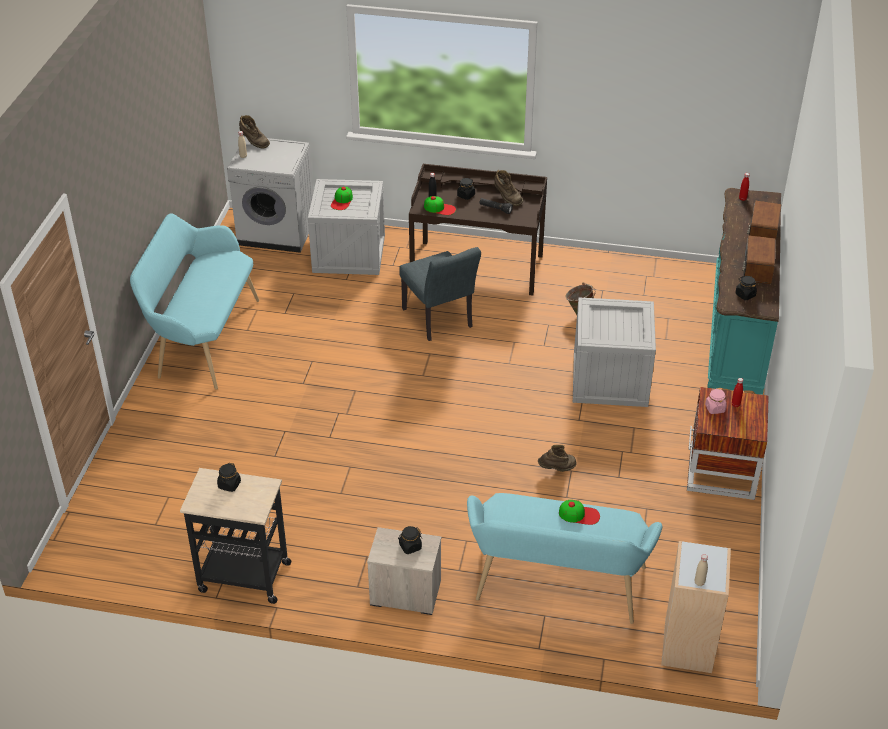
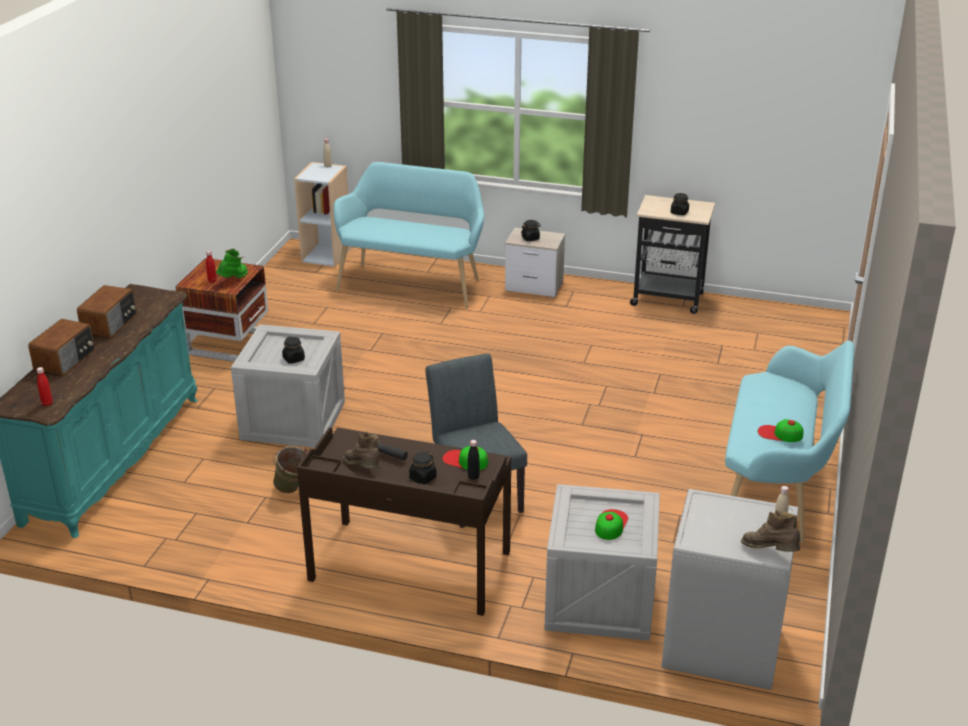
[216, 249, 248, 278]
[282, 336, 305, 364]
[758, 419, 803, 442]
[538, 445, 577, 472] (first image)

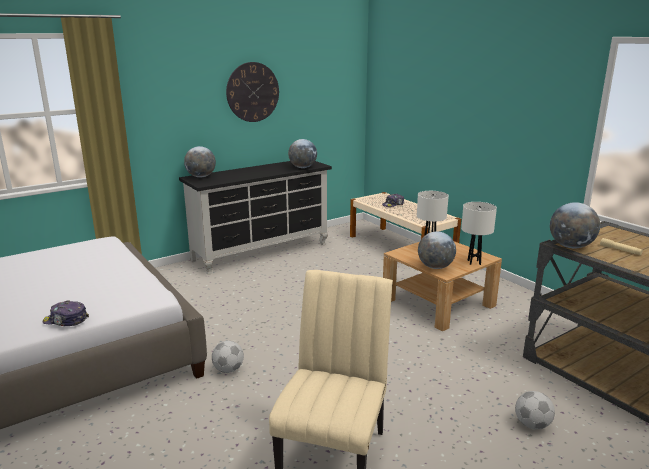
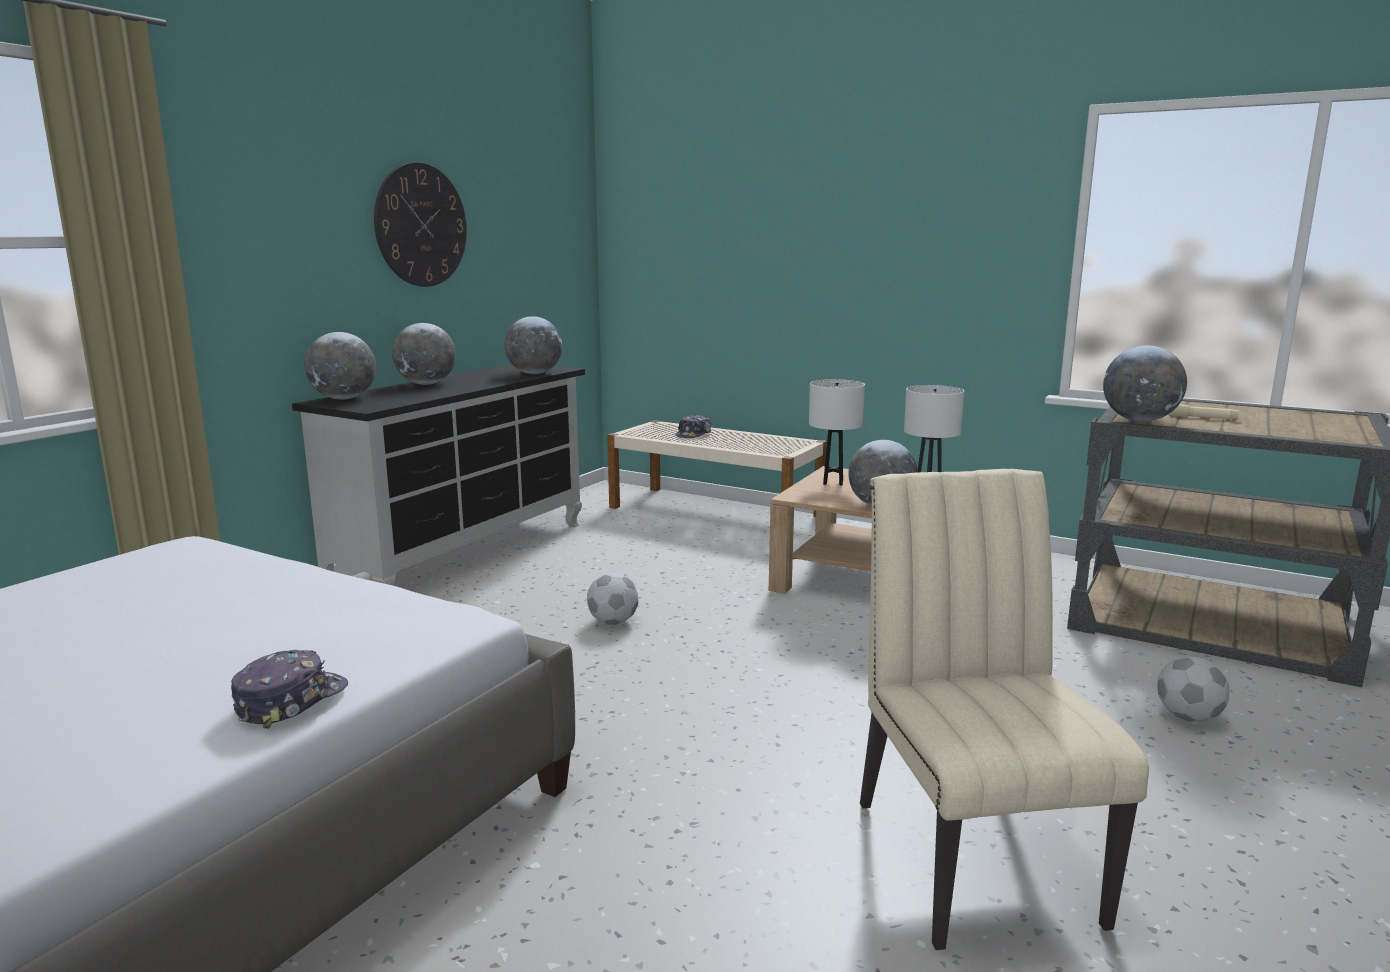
[231, 650, 348, 729]
[392, 323, 456, 385]
[587, 573, 638, 625]

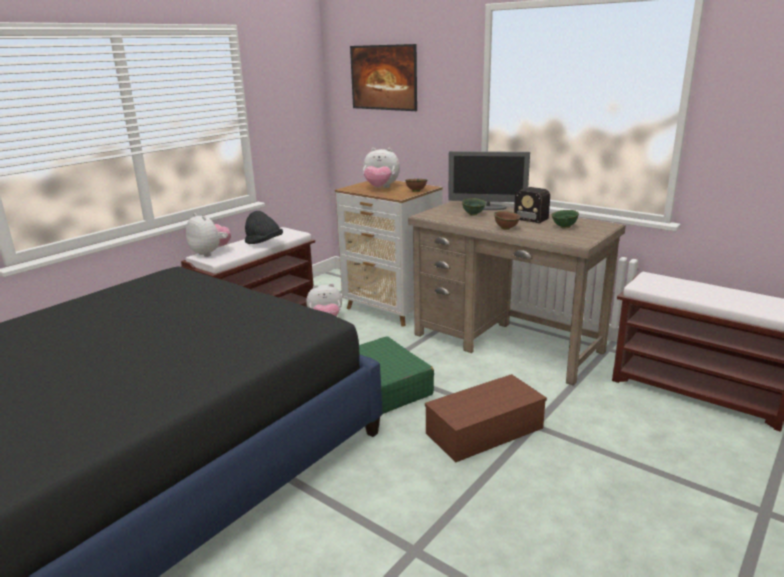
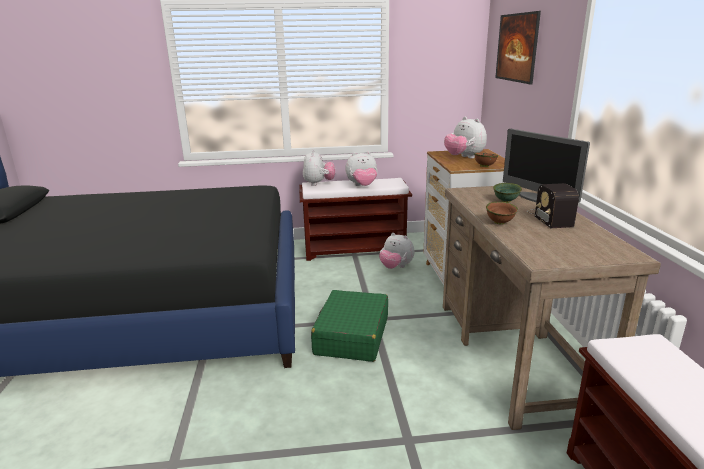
[345, 151, 377, 186]
[425, 374, 547, 463] (first image)
[552, 210, 579, 229] (first image)

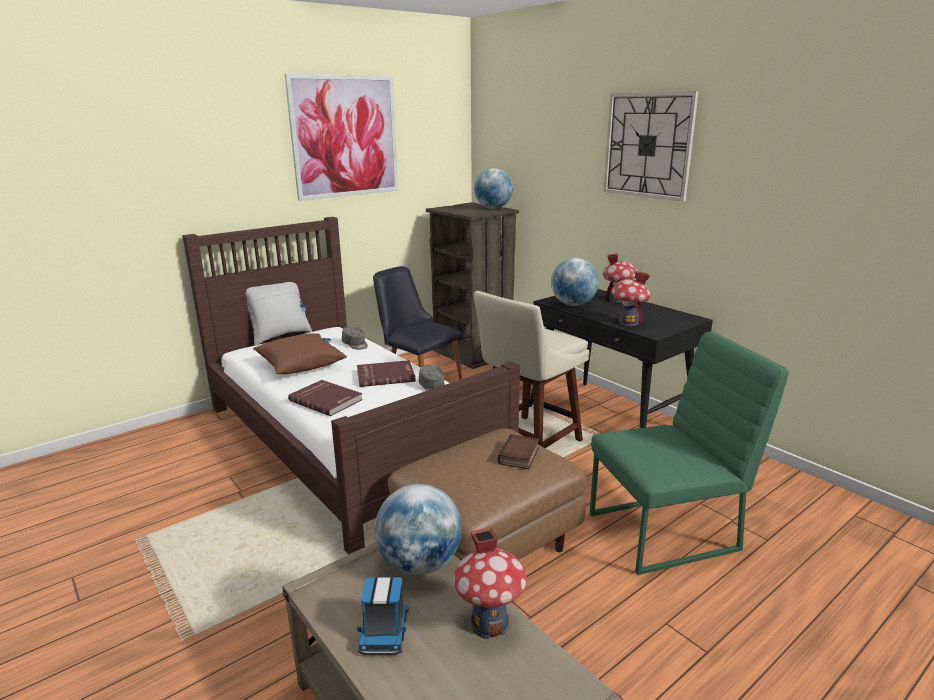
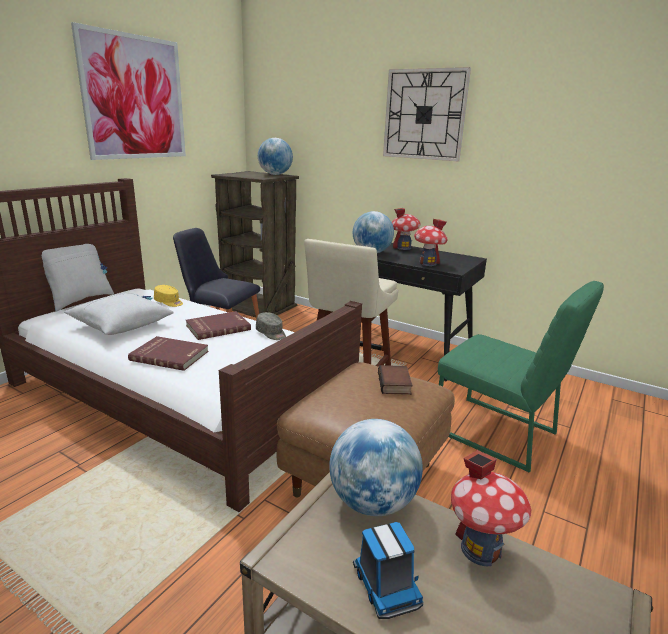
[64, 293, 174, 335]
[154, 285, 183, 307]
[438, 281, 604, 473]

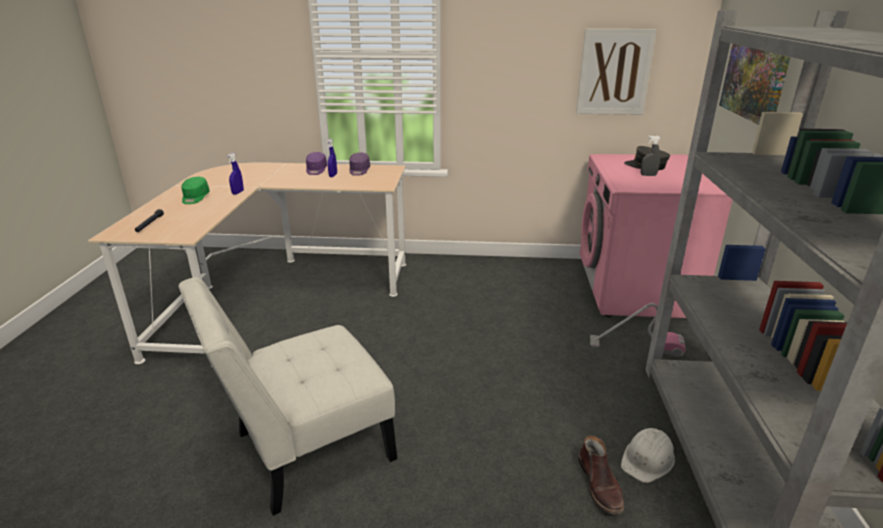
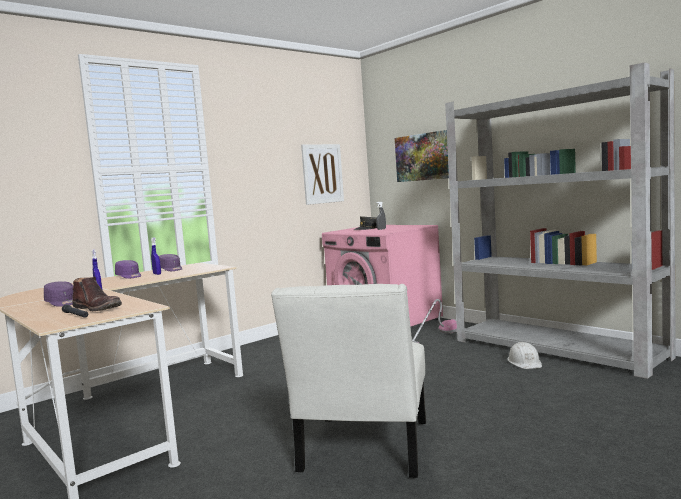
[44, 281, 73, 307]
[72, 277, 122, 311]

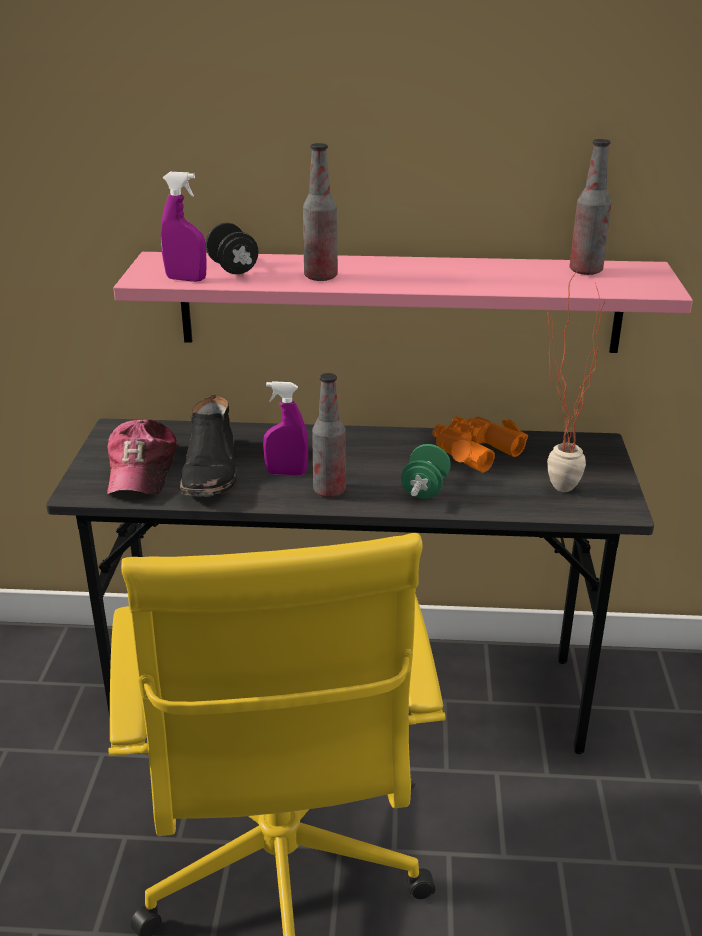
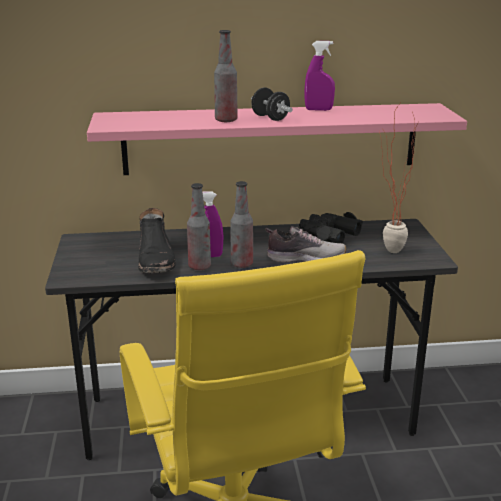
[187, 183, 211, 270]
[251, 87, 292, 121]
[265, 226, 346, 262]
[299, 212, 363, 244]
[305, 41, 335, 111]
[107, 419, 177, 495] (first image)

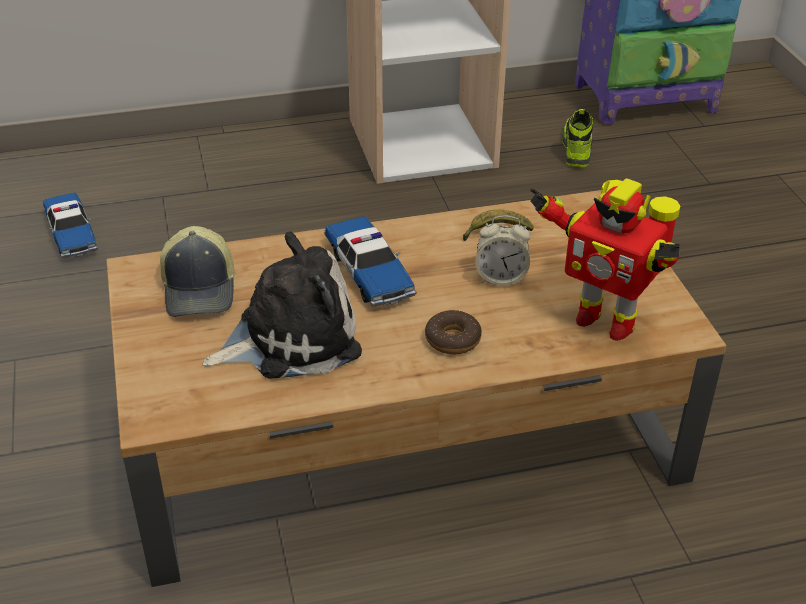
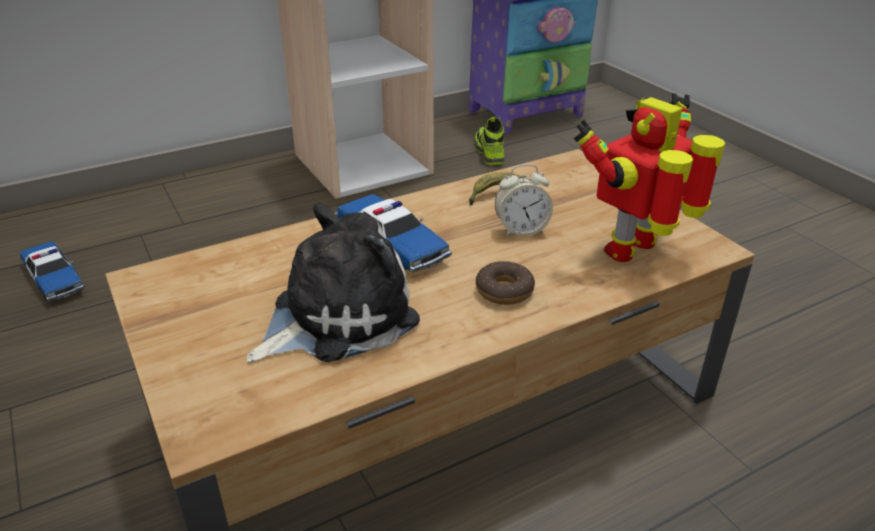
[574, 93, 725, 262]
[160, 226, 235, 317] (first image)

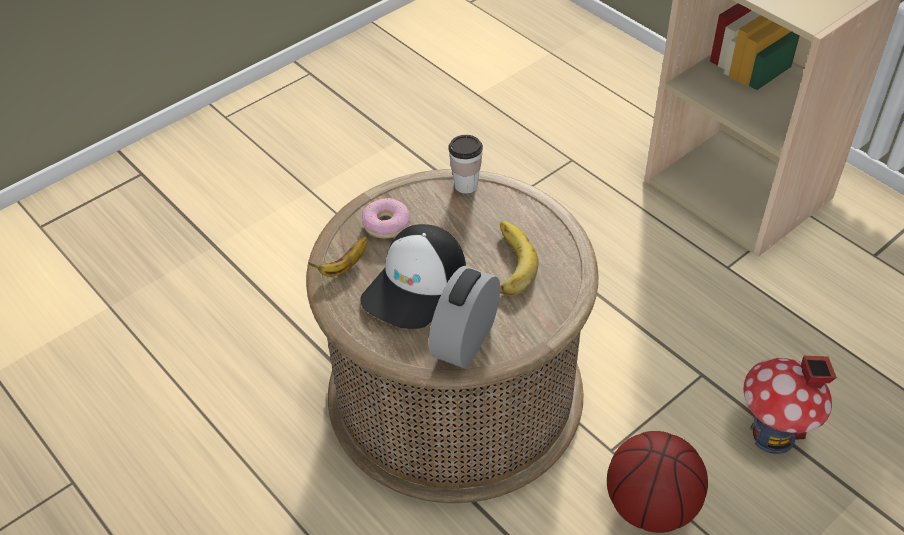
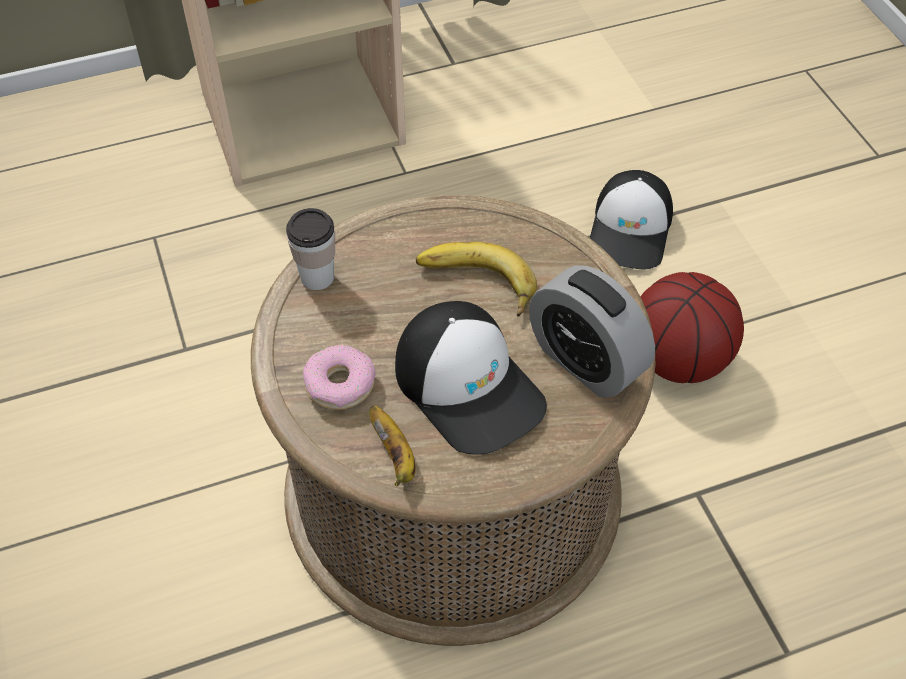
[590, 170, 673, 270]

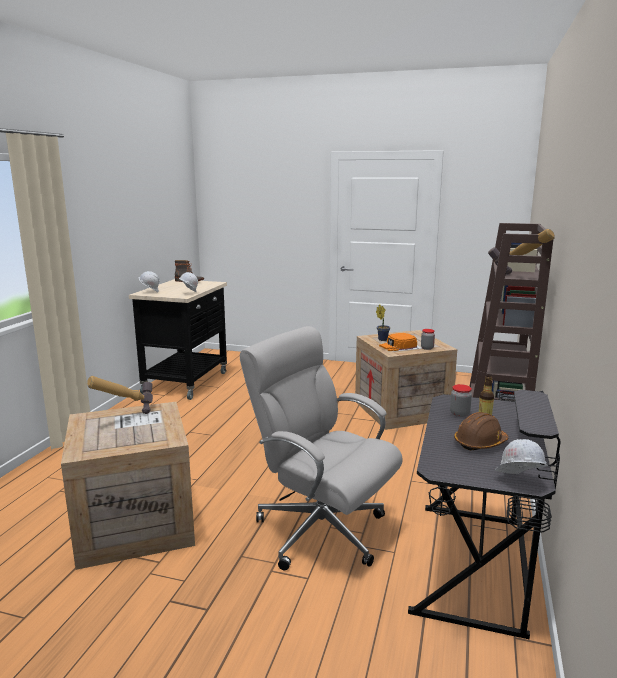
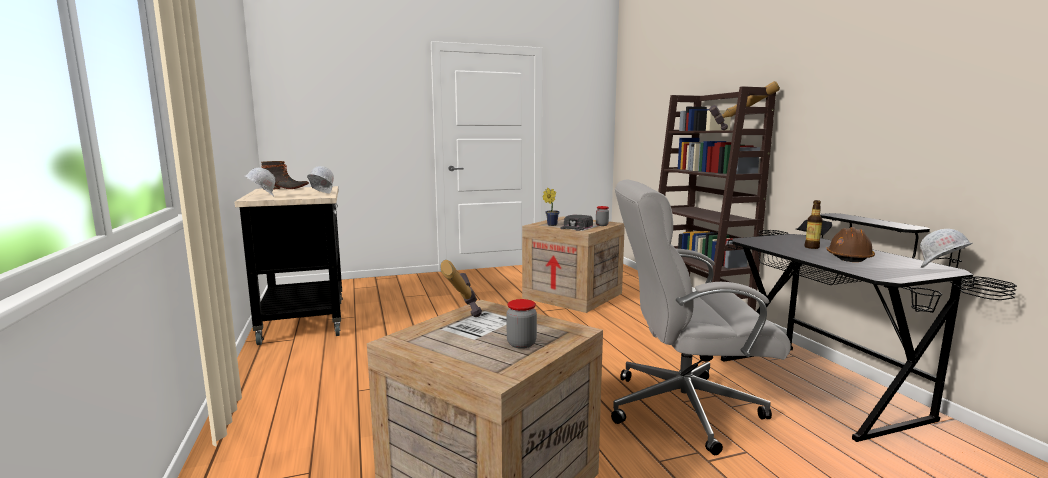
[506, 299, 537, 349]
[560, 214, 593, 231]

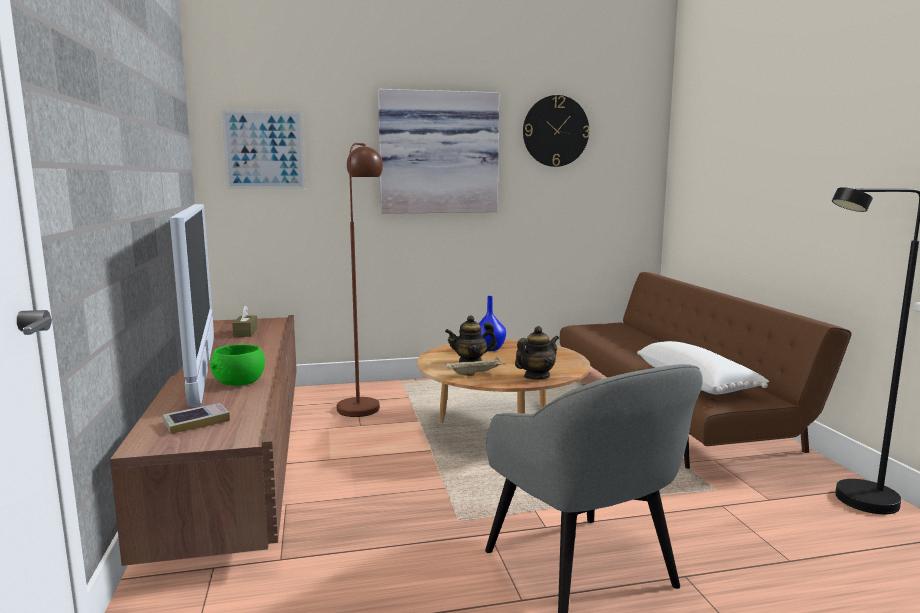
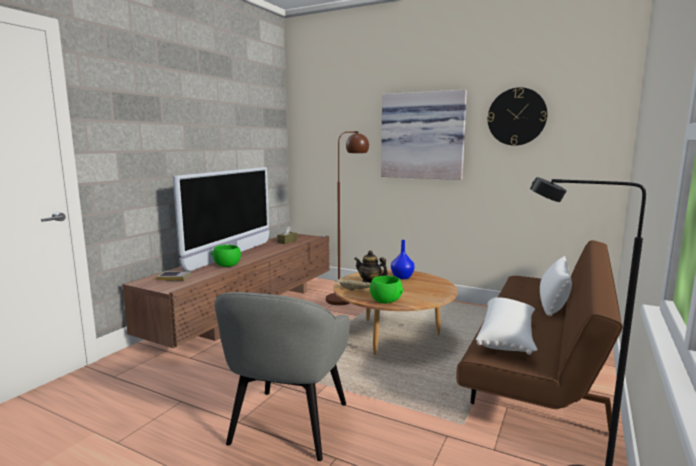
[370, 276, 404, 303]
[540, 256, 572, 316]
[221, 110, 305, 189] (first image)

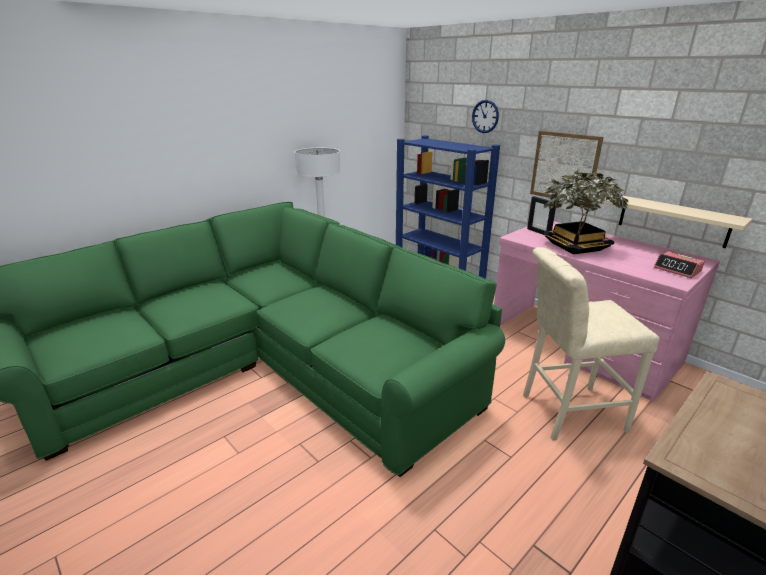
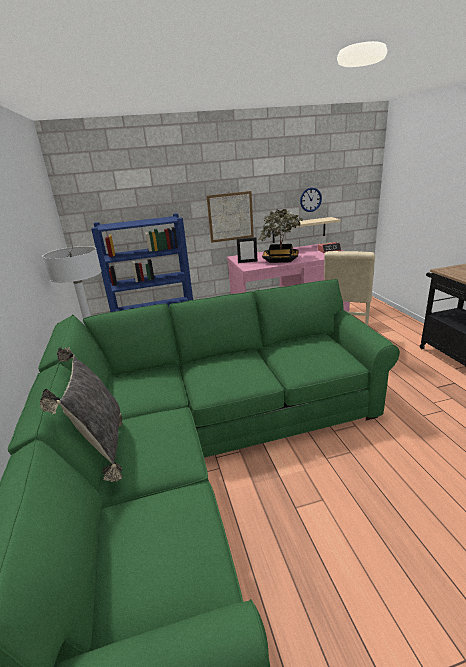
[40, 347, 123, 482]
[300, 188, 322, 212]

